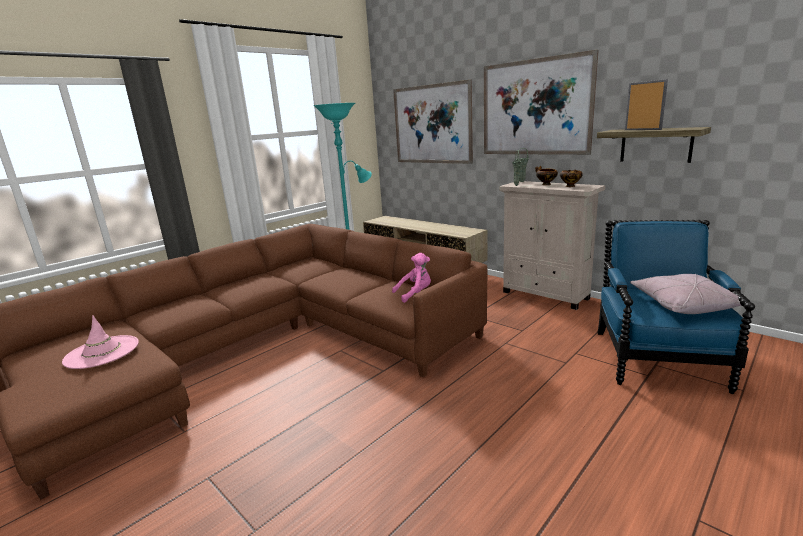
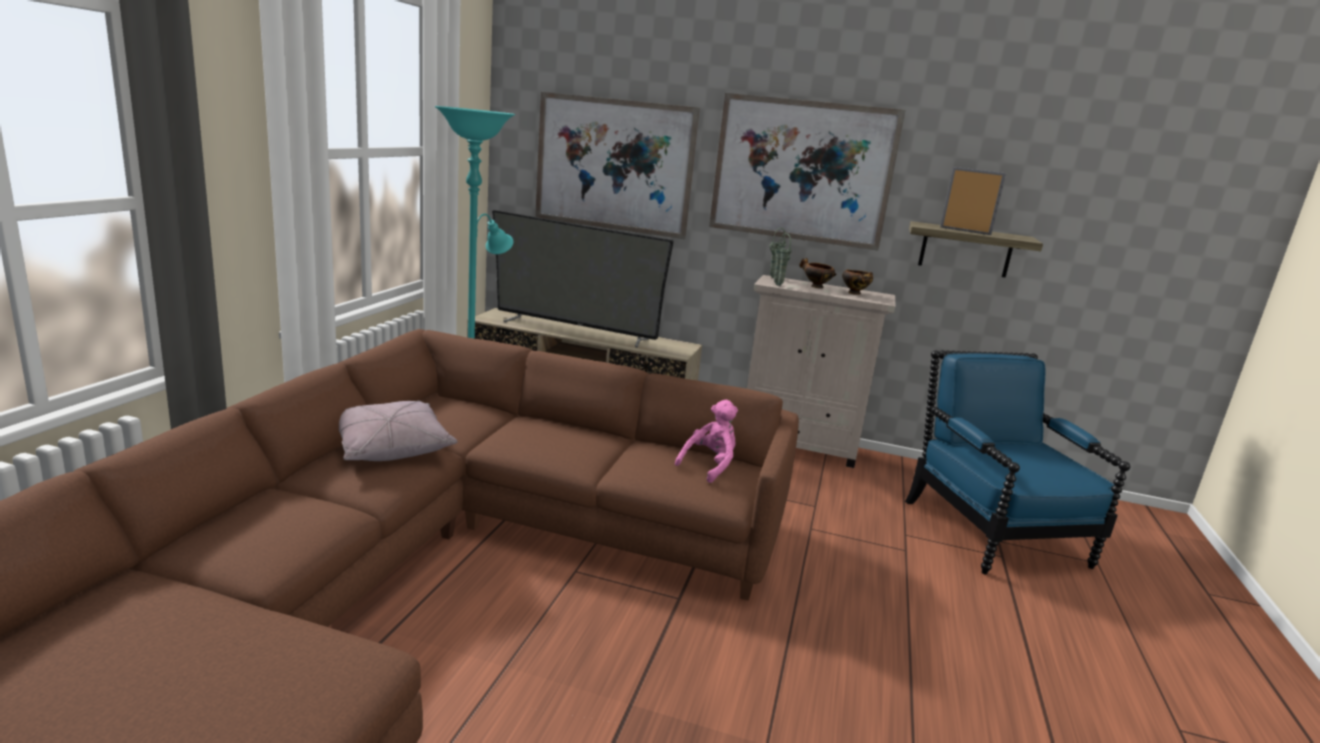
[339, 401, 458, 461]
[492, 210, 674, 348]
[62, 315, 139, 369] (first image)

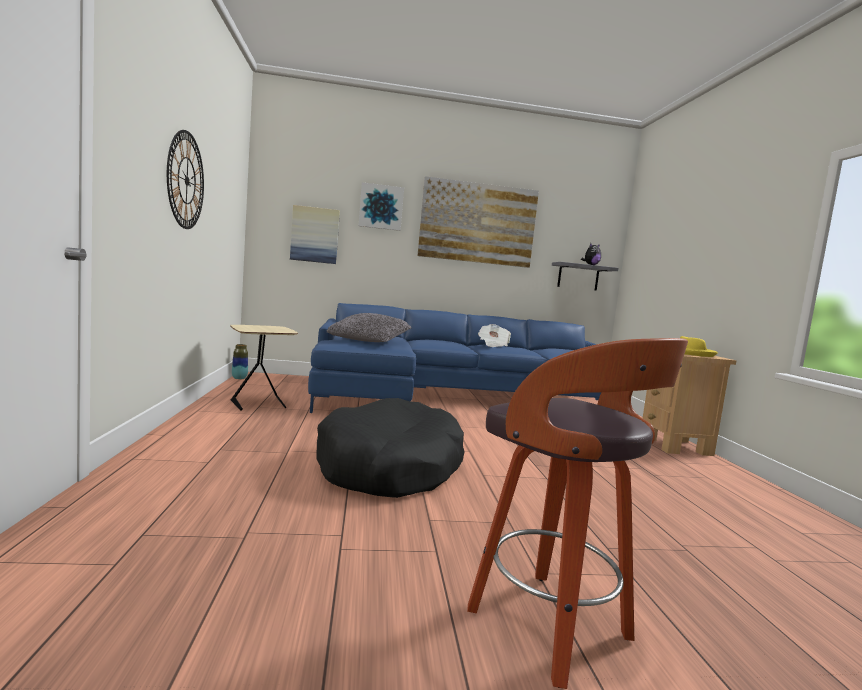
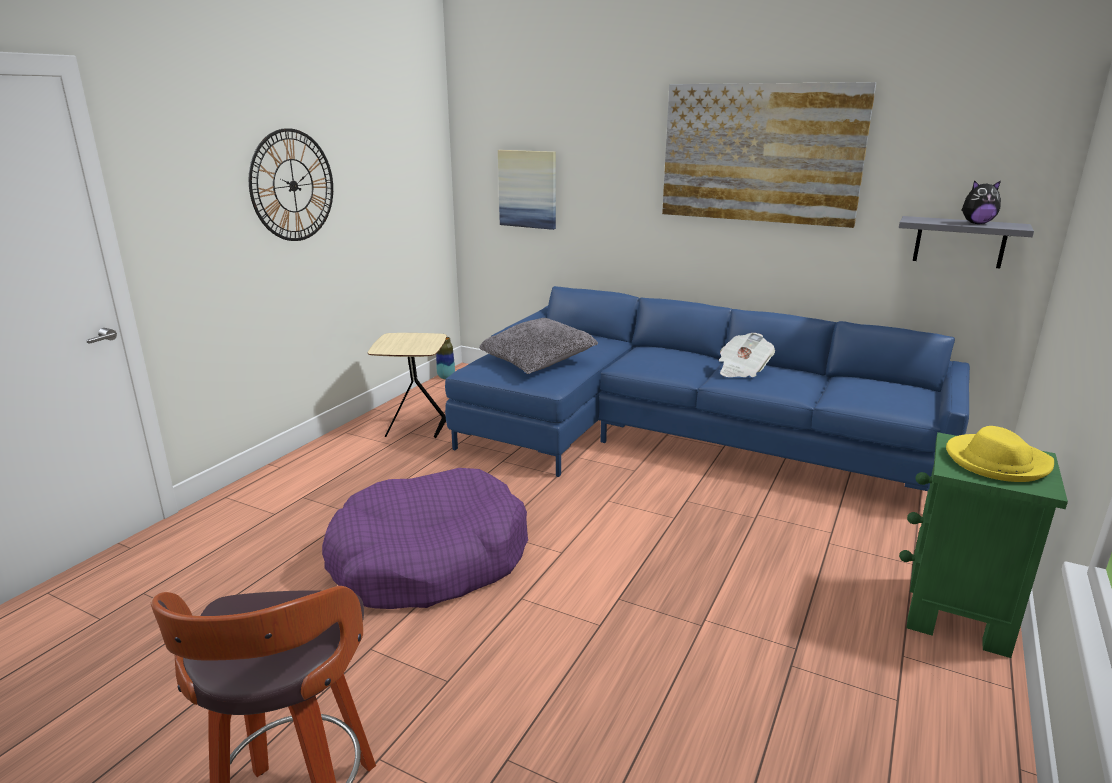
[322, 468, 528, 609]
[899, 432, 1068, 658]
[359, 182, 404, 231] (first image)

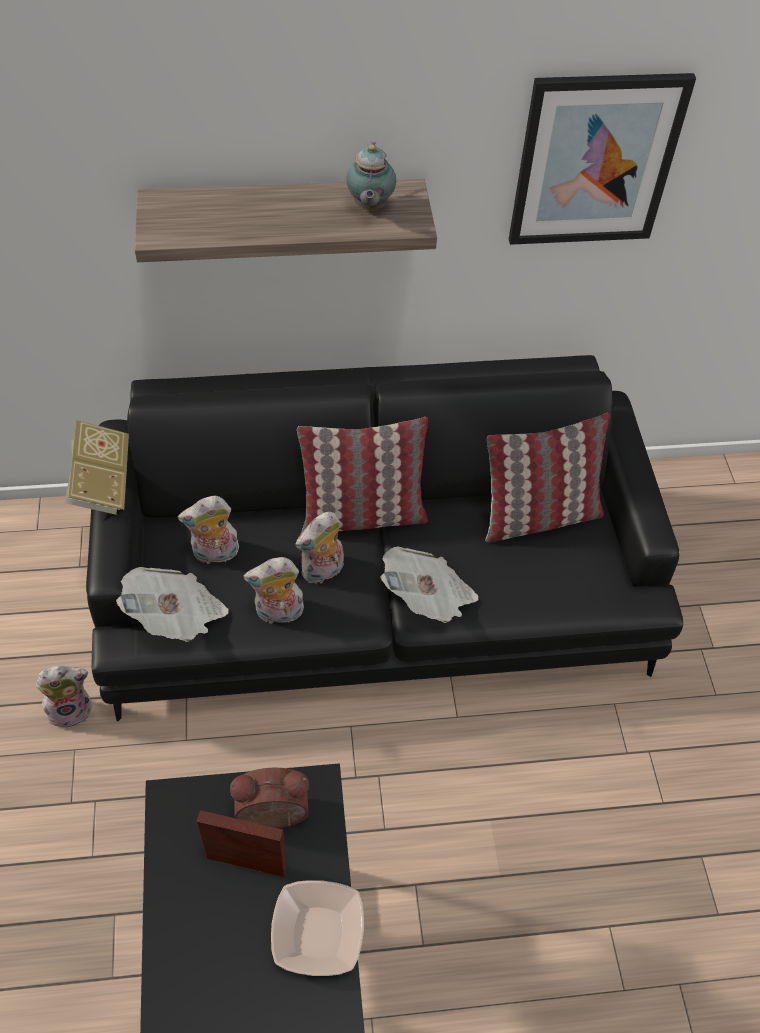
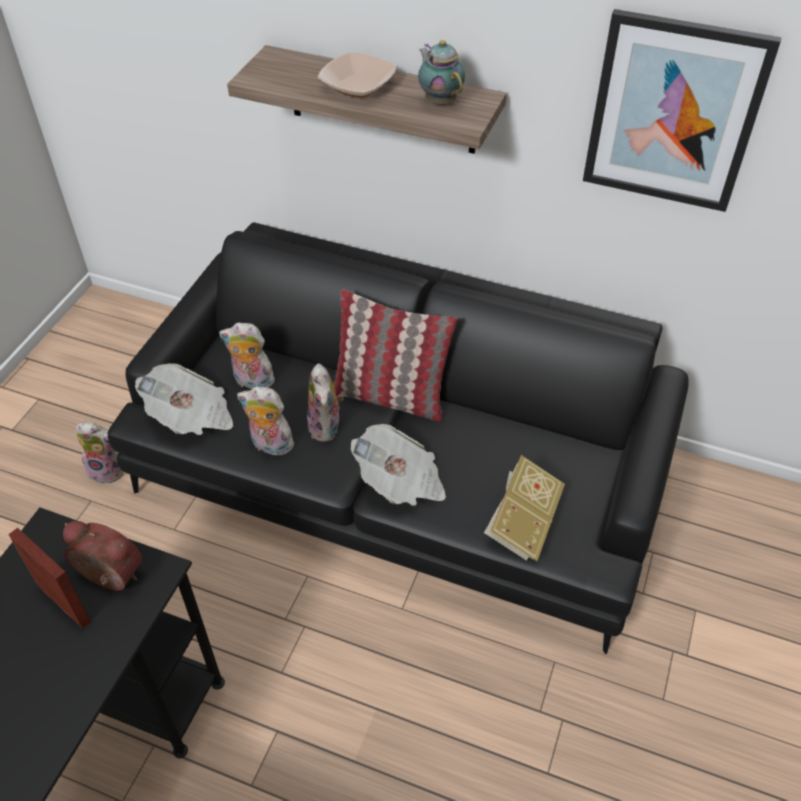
[307, 363, 344, 442]
[318, 52, 396, 98]
[418, 40, 465, 105]
[484, 455, 565, 561]
[485, 413, 609, 543] (first image)

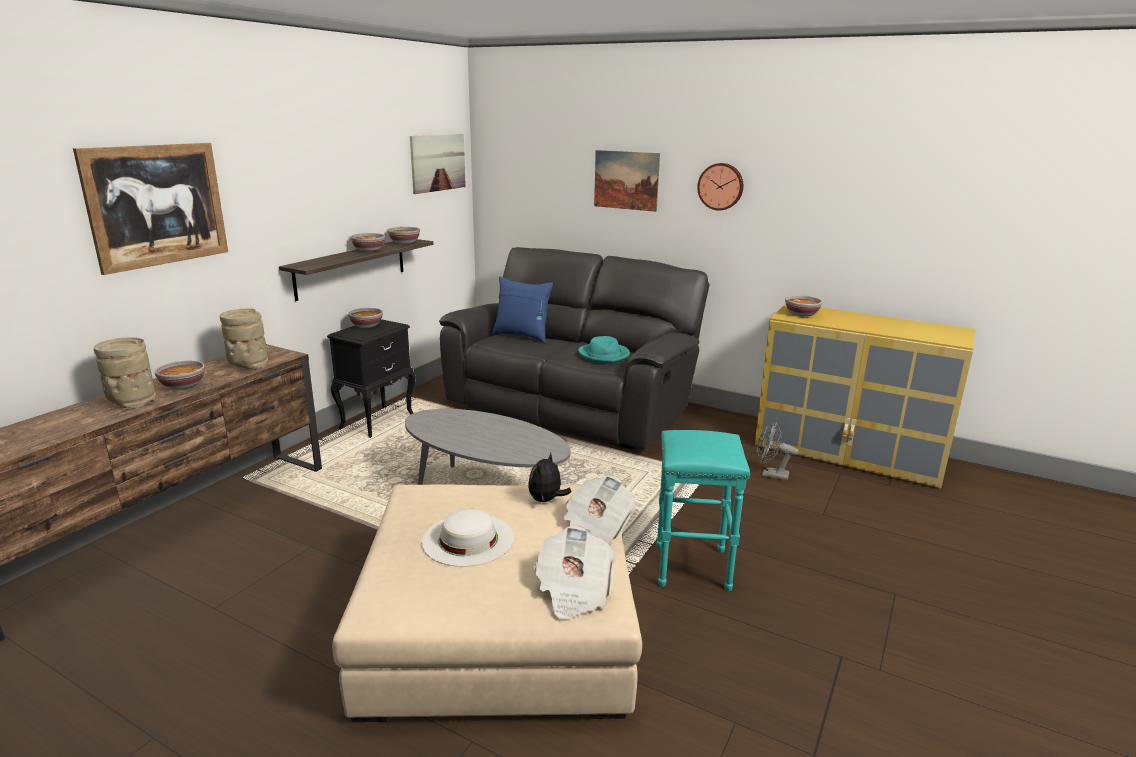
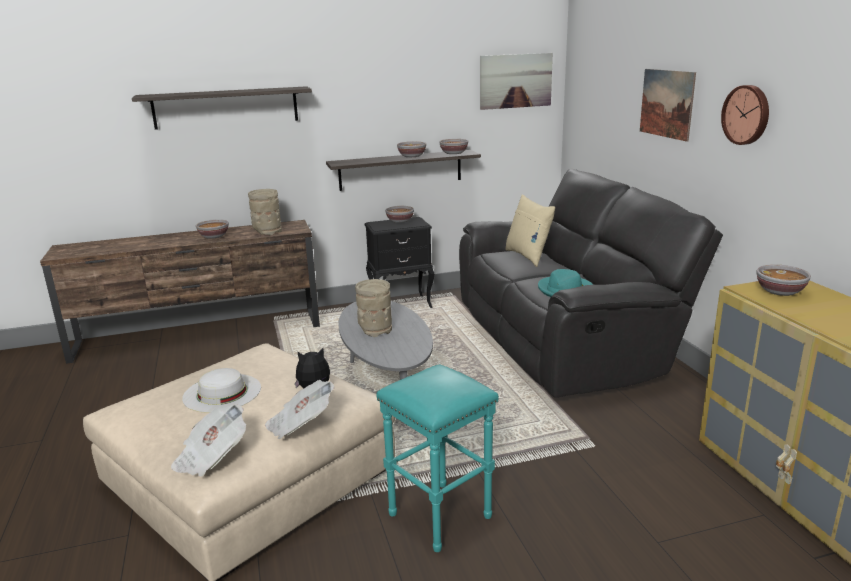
[132, 86, 312, 130]
[355, 279, 392, 337]
[506, 194, 555, 267]
[757, 423, 799, 481] (first image)

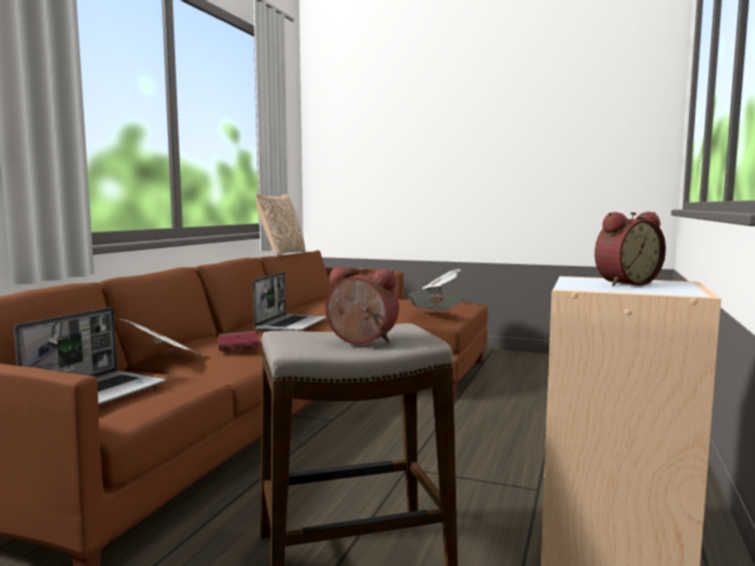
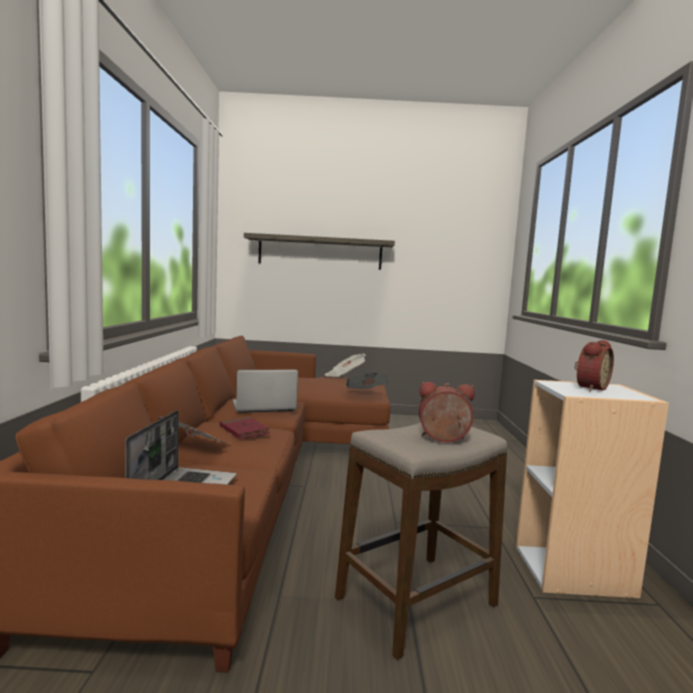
[233, 369, 298, 413]
[244, 233, 395, 270]
[255, 193, 306, 257] (first image)

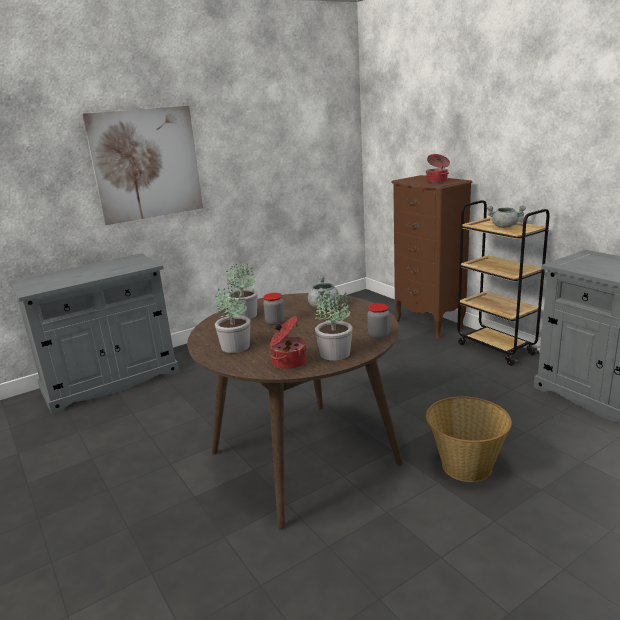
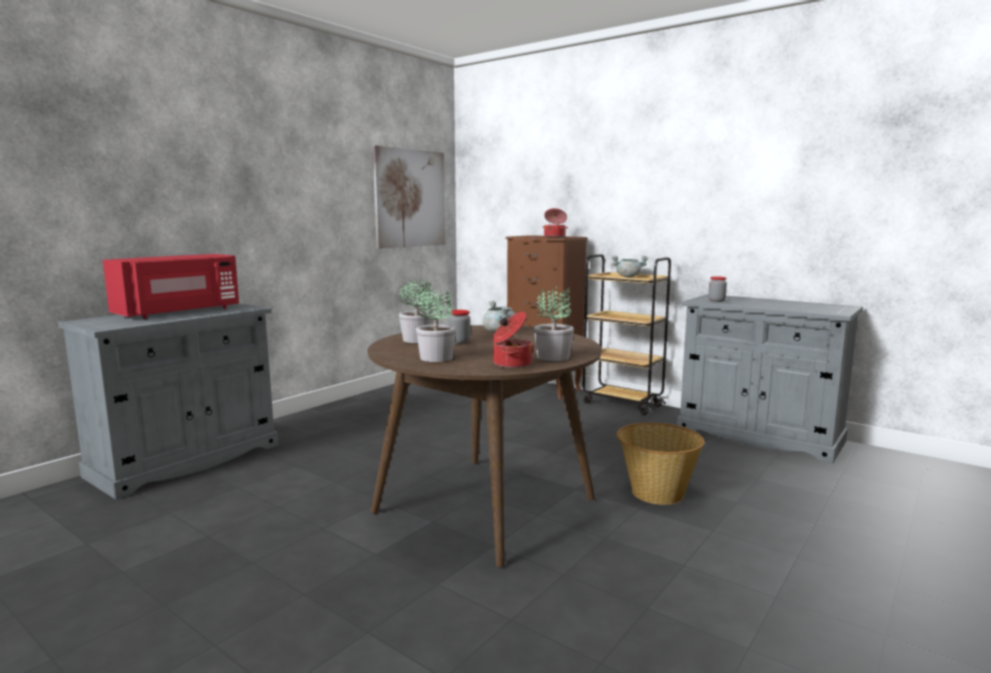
[103, 254, 239, 319]
[373, 145, 445, 249]
[708, 276, 727, 302]

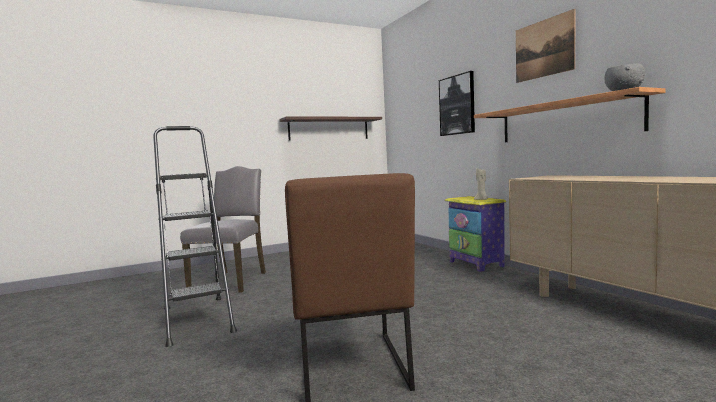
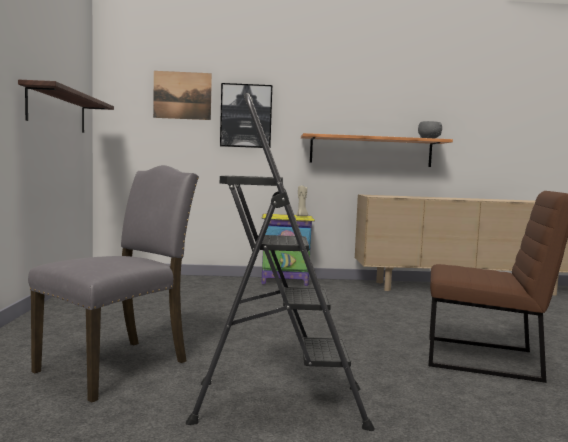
[28, 165, 199, 403]
[153, 71, 212, 120]

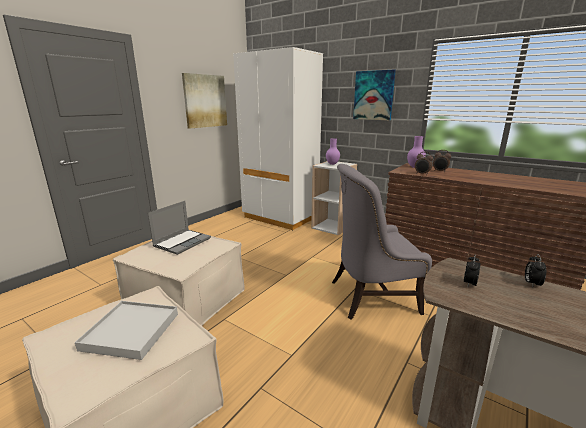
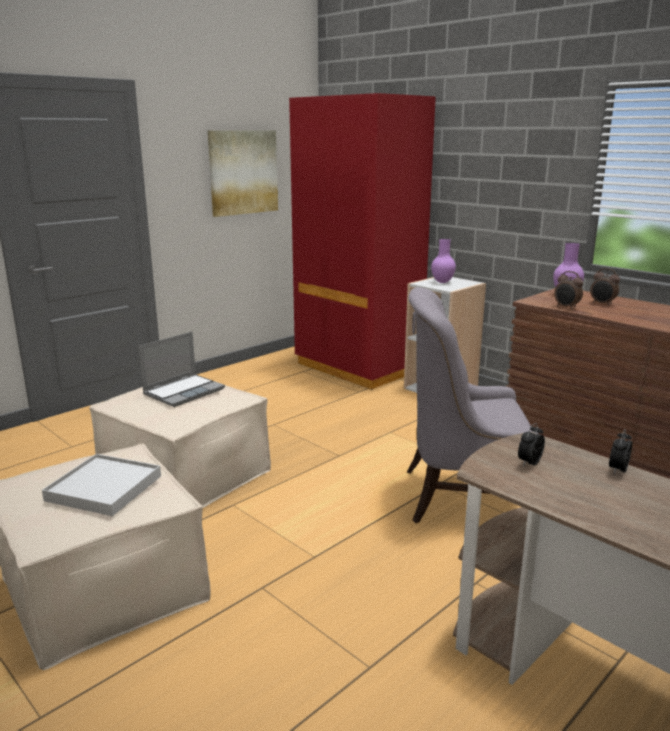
[289, 93, 436, 390]
[353, 69, 396, 120] (first image)

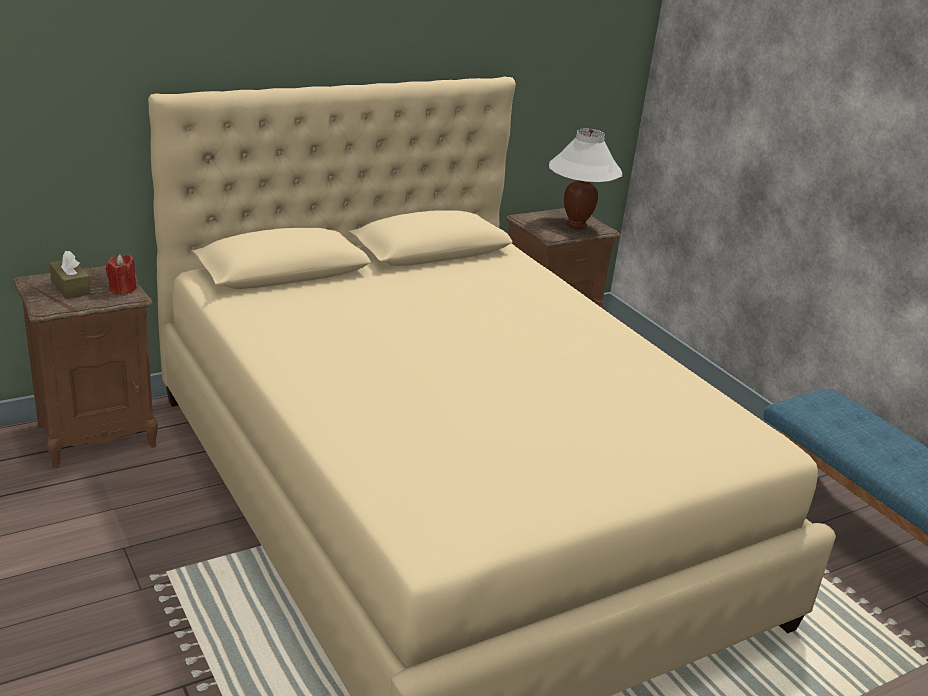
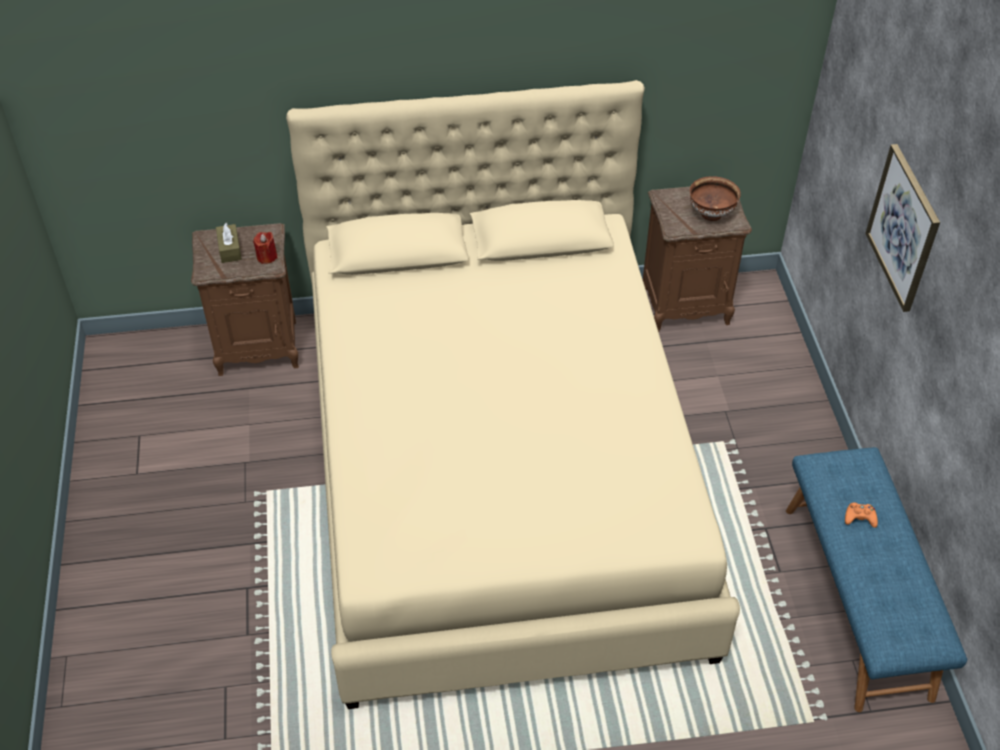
[690, 176, 741, 221]
[845, 503, 878, 528]
[865, 144, 940, 312]

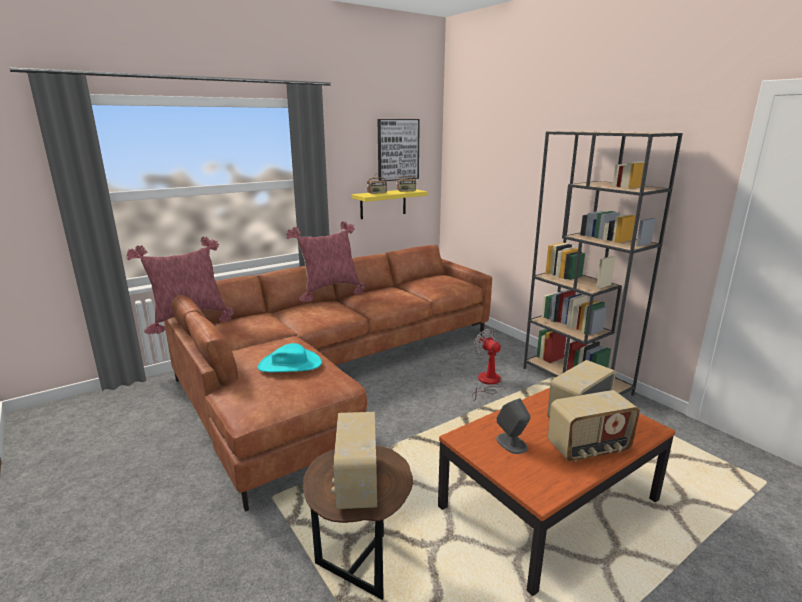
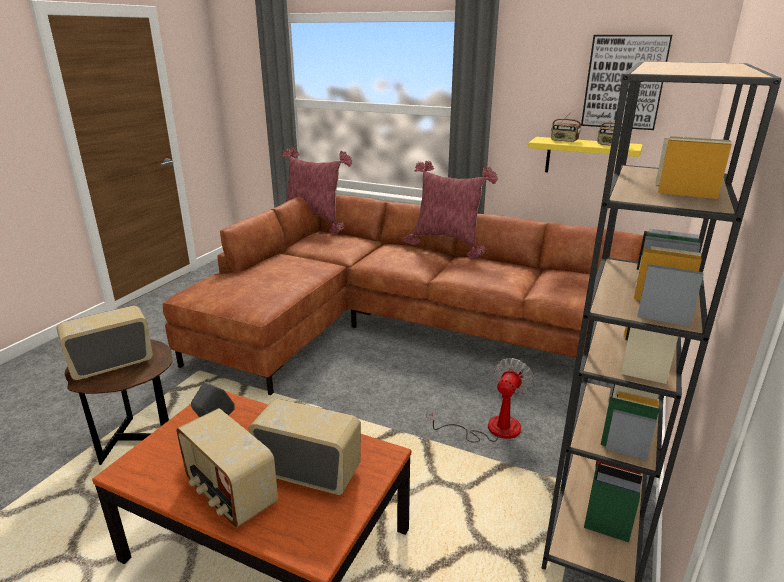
[258, 343, 322, 372] (first image)

